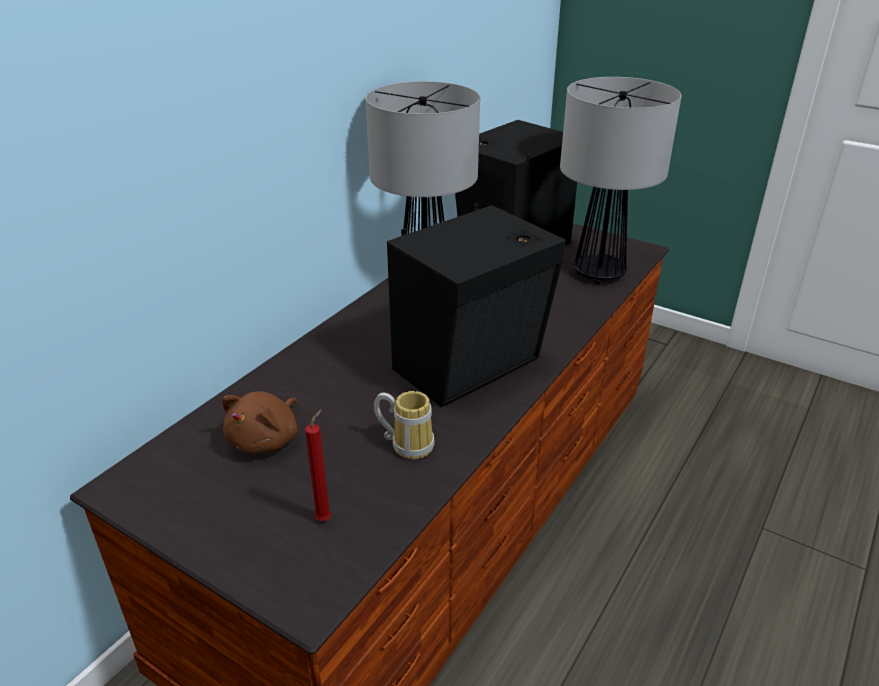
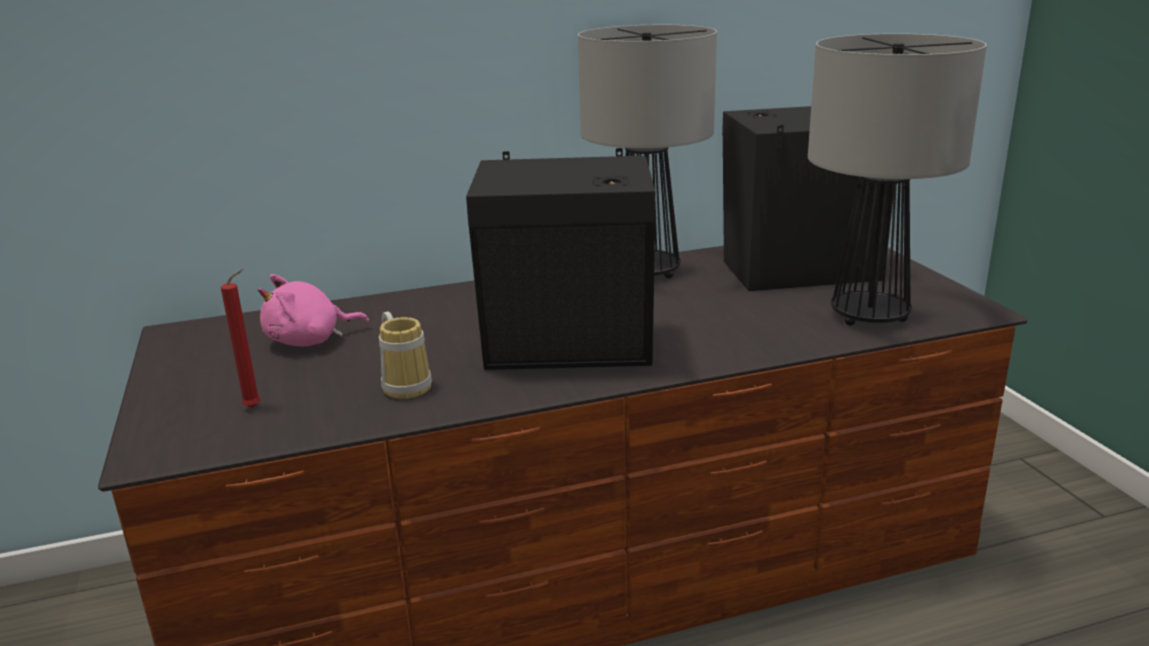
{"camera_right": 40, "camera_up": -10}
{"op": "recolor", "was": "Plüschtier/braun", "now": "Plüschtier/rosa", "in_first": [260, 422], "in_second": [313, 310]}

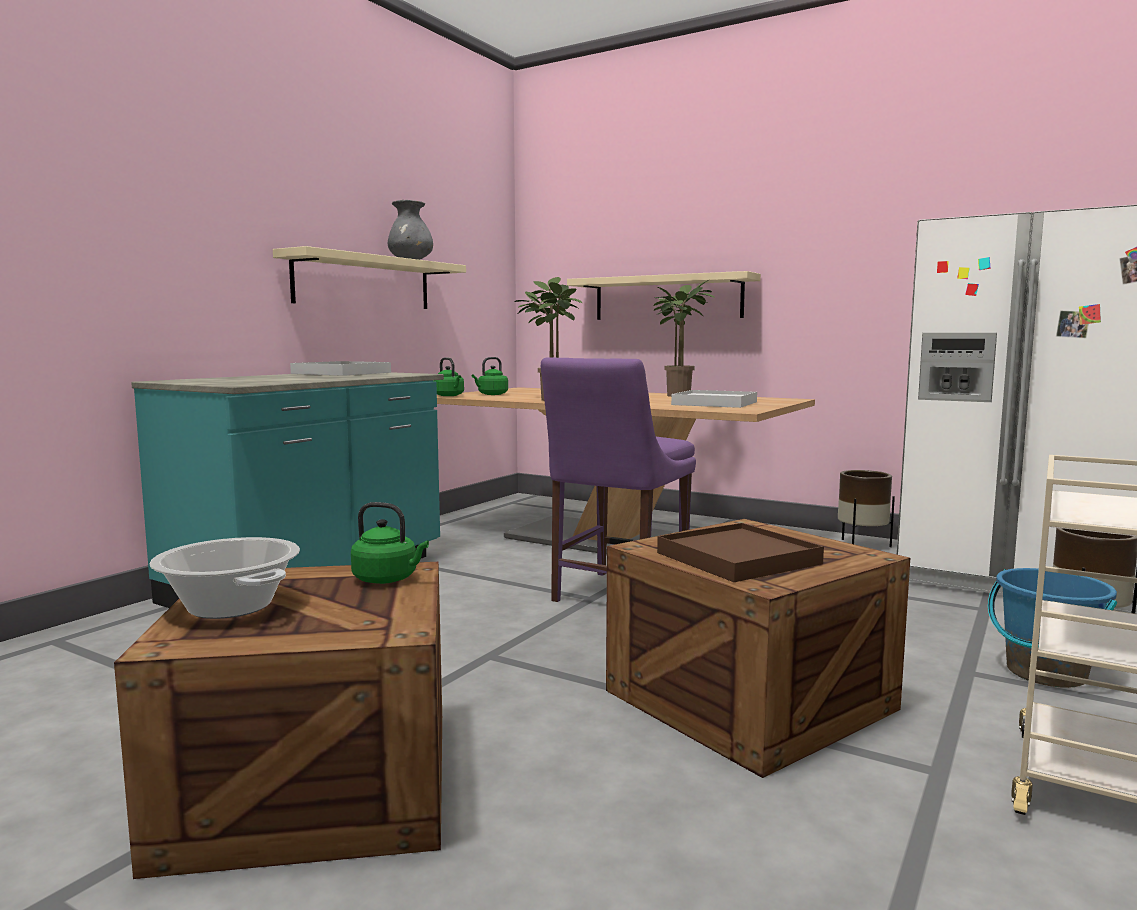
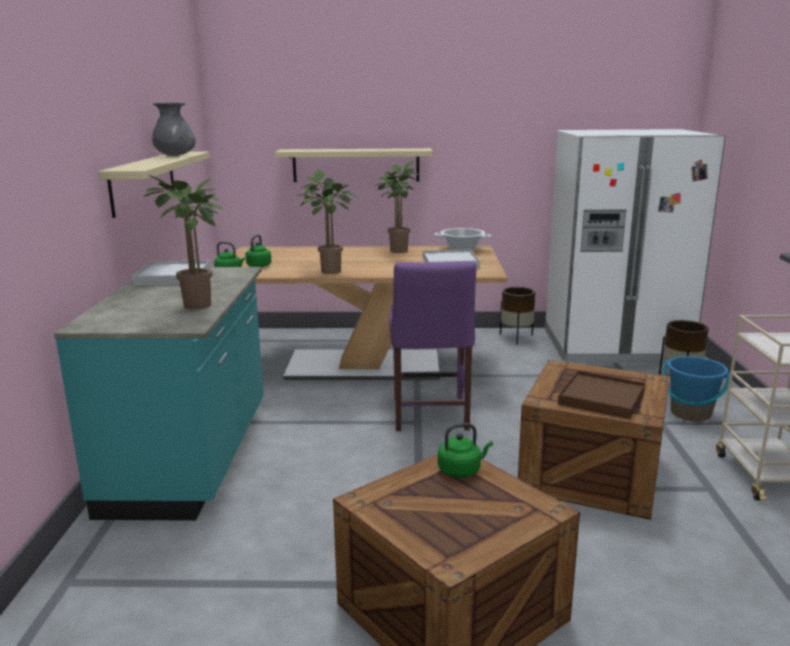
{"camera_right": -30, "camera_up": 10}
{"op": "move", "was": "Kochtopf", "in_first": [224, 578], "in_second": [463, 239]}
{"op": "insert", "now": "Topfpflanze", "in_second": [184, 242]}

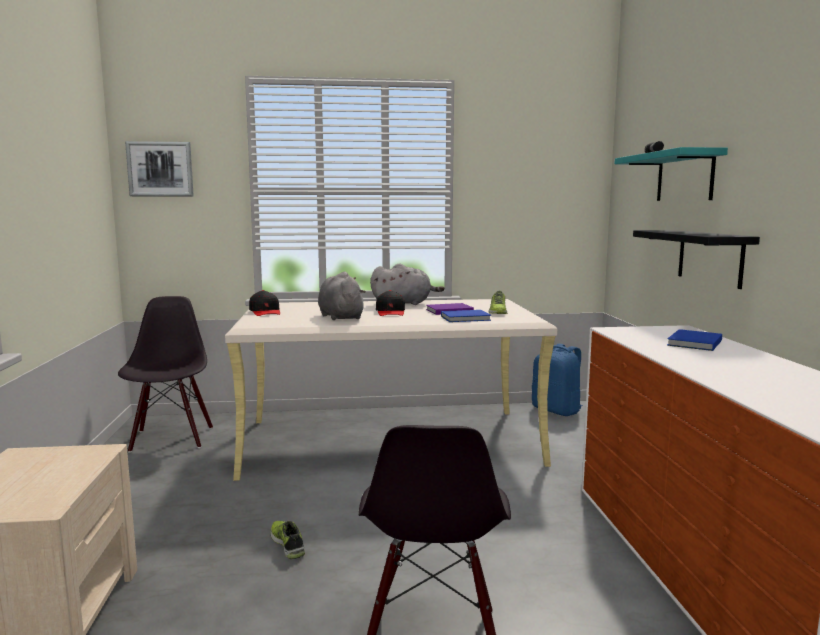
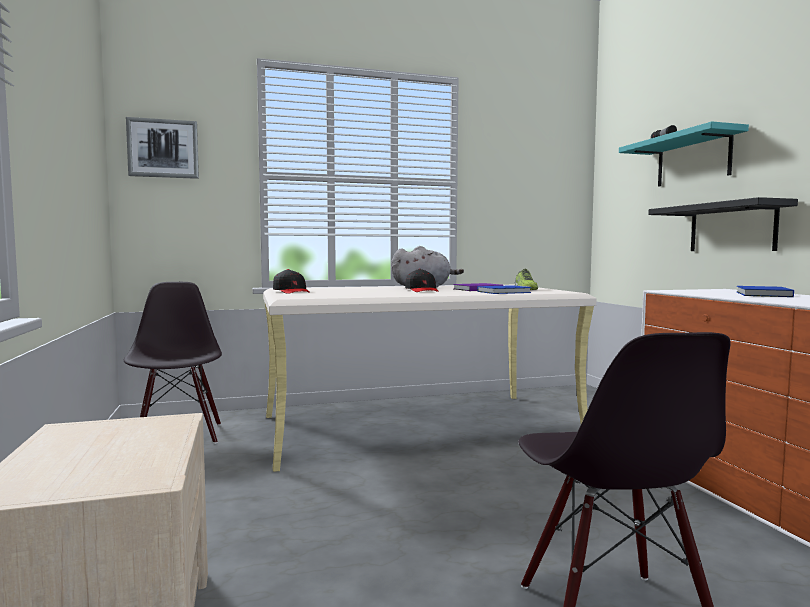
{"camera_right": -10, "camera_up": -5}
{"op": "delete", "was": "Schuh", "in_first": [287, 540]}
{"op": "delete", "was": "Plüschtier/grau", "in_first": [342, 296]}
{"op": "delete", "was": "Rucksack/blau", "in_first": [557, 380]}

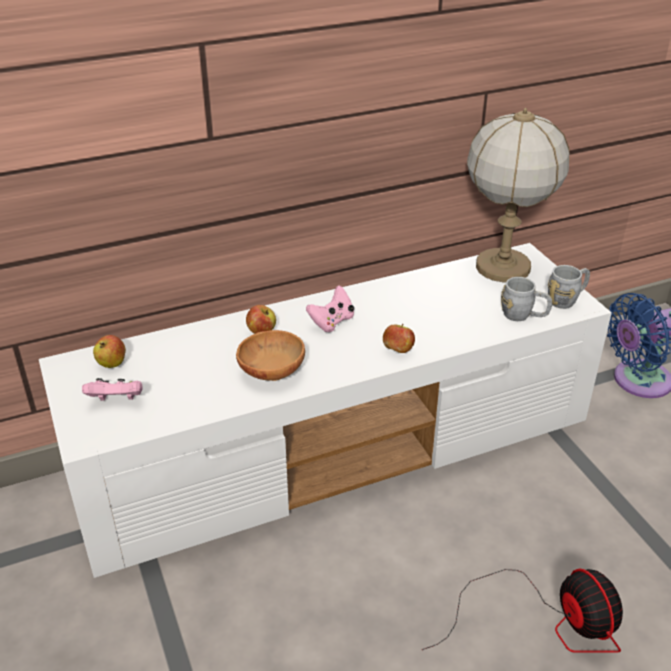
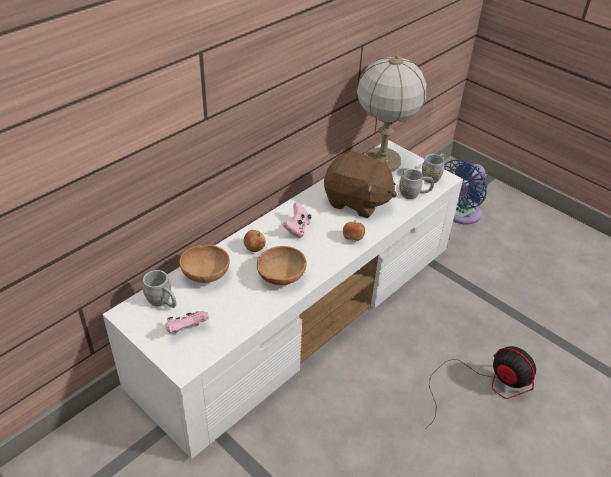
{"camera_right": -25, "camera_up": 5}
{"op": "replace", "was": "Apfel", "now": "Henkelbecher/grau", "in_first": [109, 351], "in_second": [159, 289]}
{"op": "insert", "now": "Schüssel/braun", "in_second": [204, 264]}
{"op": "insert", "now": "Plüschtier/braun", "in_second": [360, 184]}

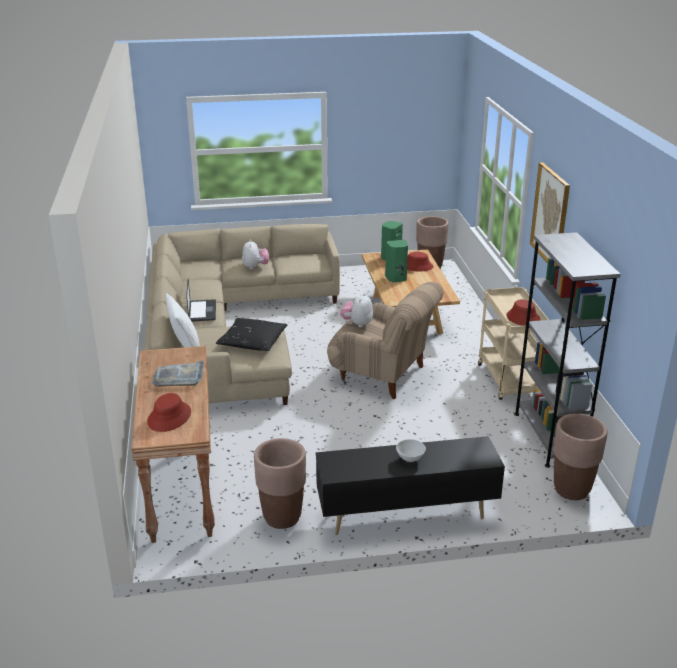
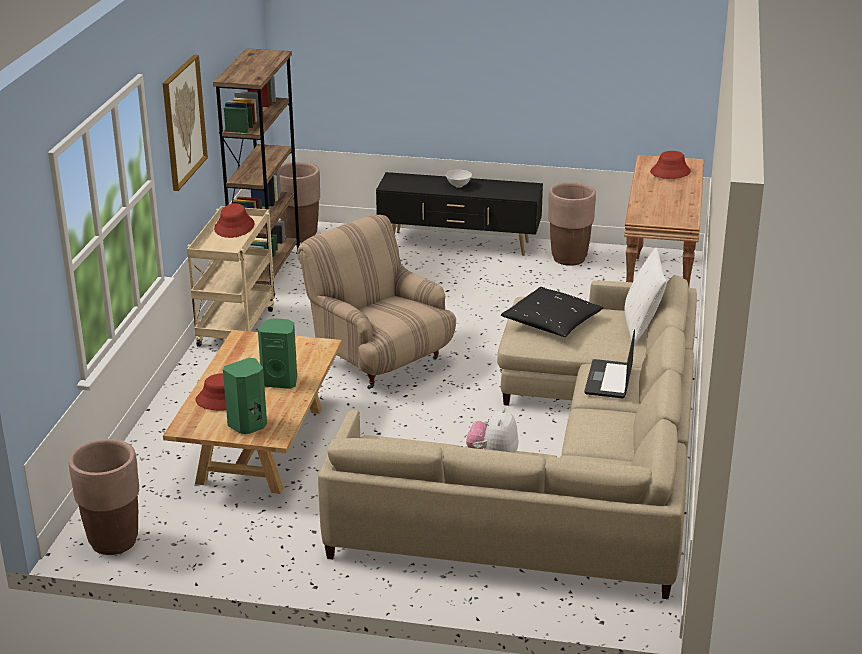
{"camera_right": -160, "camera_up": 0}
{"op": "delete", "was": "Tablett/grau", "in_first": [178, 373]}
{"op": "delete", "was": "Plüschtier", "in_first": [356, 310]}
{"op": "recolor", "was": "Bücherregal/grau", "now": "Bücherregal/braun", "in_first": [567, 350], "in_second": [256, 167]}

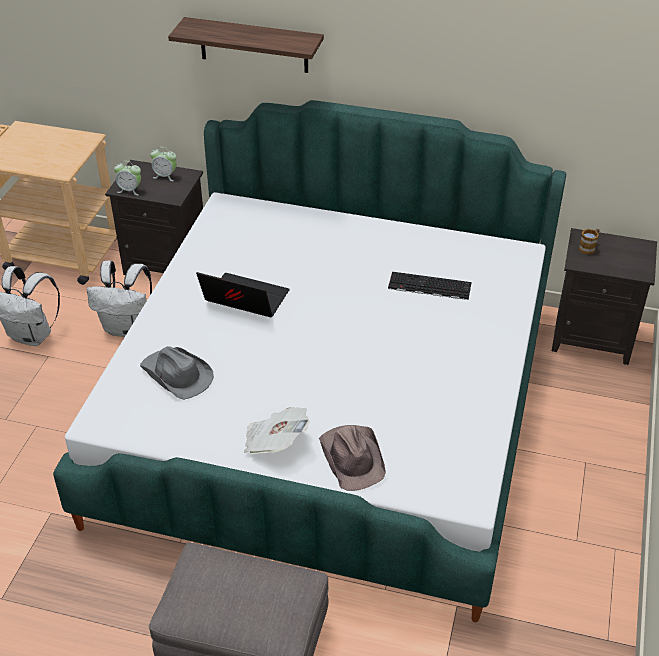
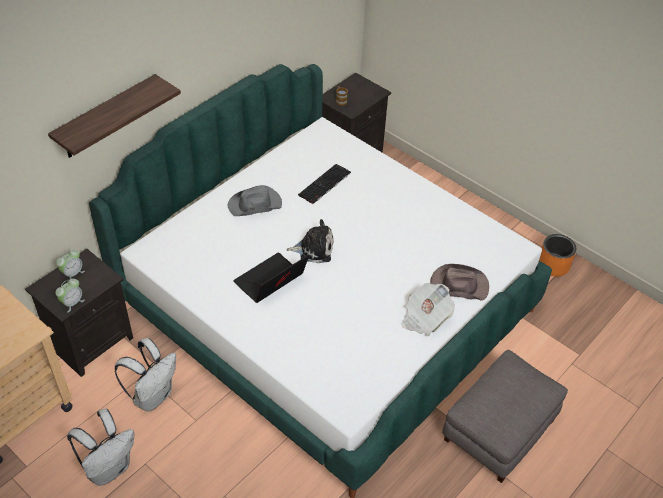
{"camera_right": -65, "camera_up": 5}
{"op": "move", "was": "Hut/grau", "in_first": [177, 373], "in_second": [255, 200]}
{"op": "insert", "now": "Plüschtier", "in_second": [310, 241]}
{"op": "insert", "now": "Pflanzkübel/orange", "in_second": [557, 255]}

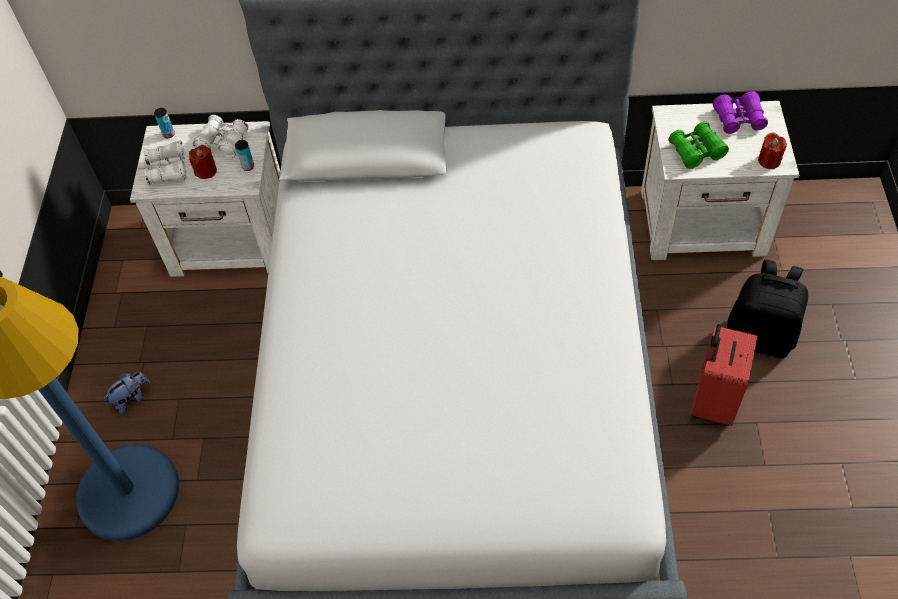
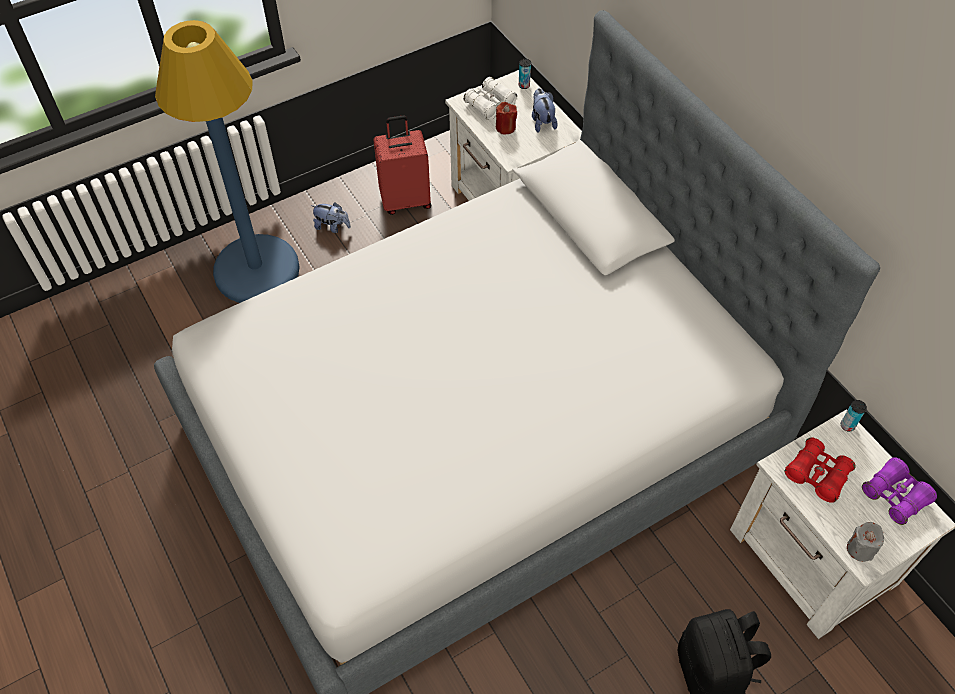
{"camera_right": 55, "camera_up": 0}
{"op": "replace", "was": "Fernglas/weiß", "now": "Plüschtier", "in_first": [221, 136], "in_second": [545, 110]}
{"op": "move", "was": "Dose", "in_first": [244, 155], "in_second": [854, 415]}
{"op": "recolor", "was": "Fernglas/grün", "now": "Fernglas/rot", "in_first": [699, 145], "in_second": [820, 470]}
{"op": "move", "was": "Koffer/rot", "in_first": [724, 375], "in_second": [402, 165]}
{"op": "recolor", "was": "Kerze/rot", "now": "Kerze/grau", "in_first": [772, 150], "in_second": [865, 542]}

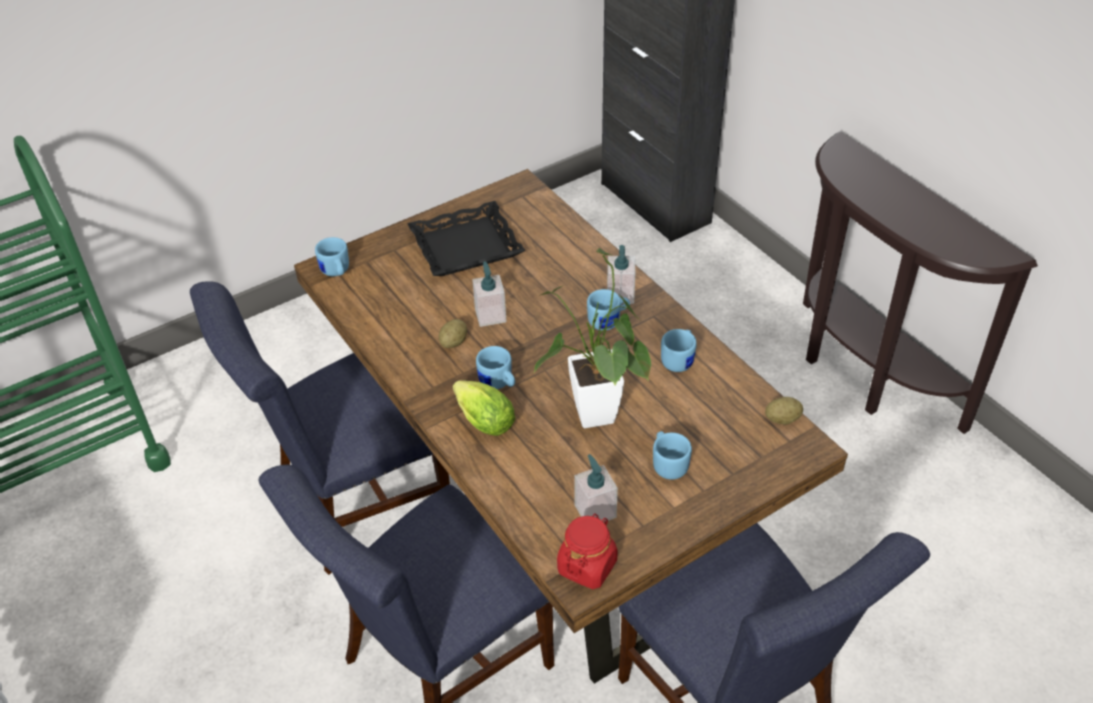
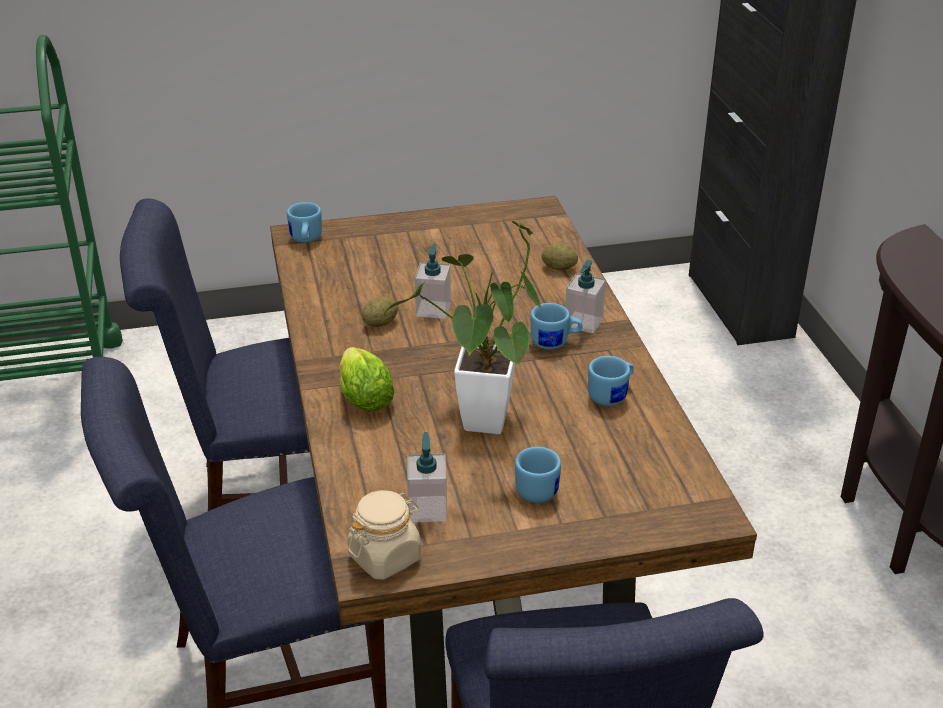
{"camera_right": 20, "camera_up": -10}
{"op": "delete", "was": "Tablett/schwarz", "in_first": [466, 238]}
{"op": "delete", "was": "Henkelbecher/blau", "in_first": [495, 367]}
{"op": "recolor", "was": "Vorratsglas/rot", "now": "Vorratsglas/beige", "in_first": [587, 551], "in_second": [384, 535]}
{"op": "move", "was": "Kartoffel", "in_first": [784, 411], "in_second": [559, 256]}

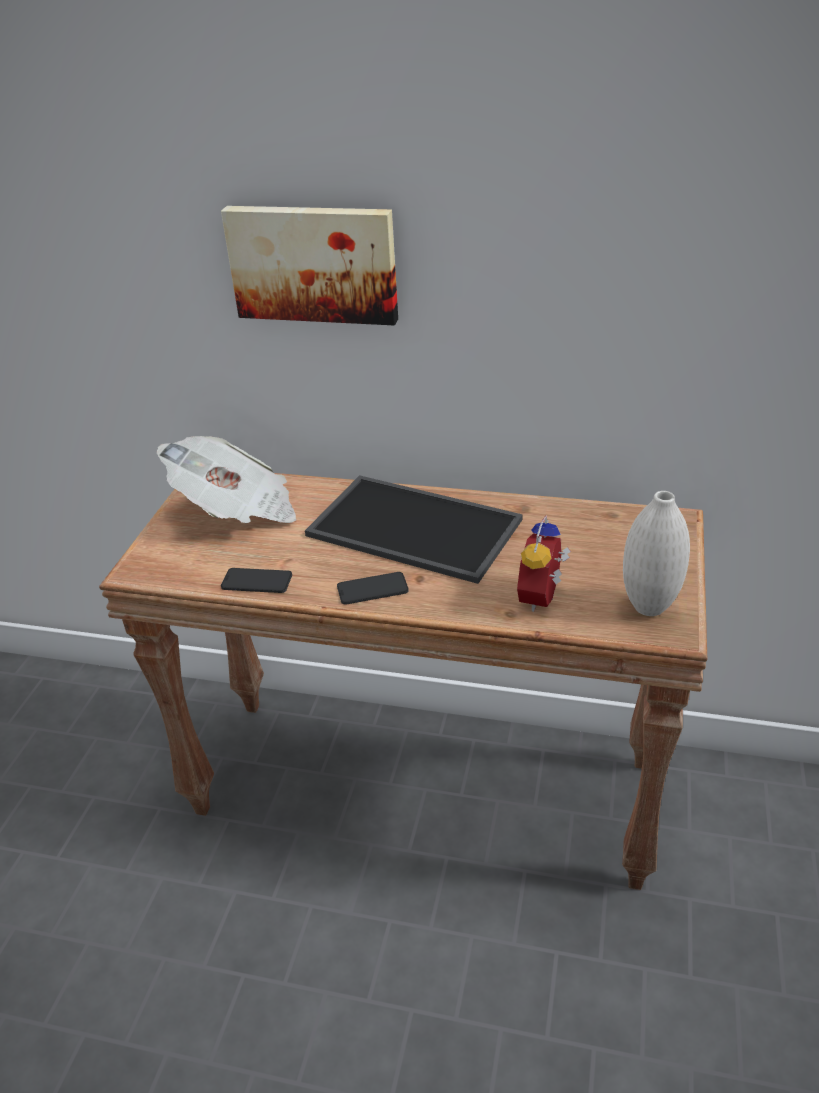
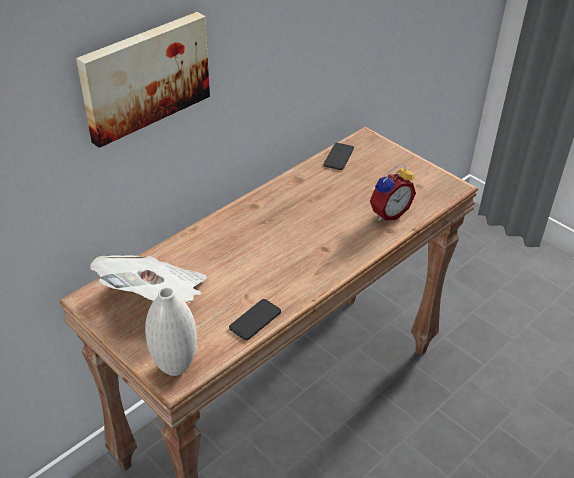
{"camera_right": -60, "camera_up": 5}
{"op": "delete", "was": "Tablett", "in_first": [414, 529]}
{"op": "move", "was": "Handy", "in_first": [373, 588], "in_second": [339, 156]}
{"op": "rotate", "was": "Wecker", "in_first": [544, 564], "in_second": [393, 192], "clockwise": -90}
{"op": "move", "was": "Vase/weiß", "in_first": [656, 553], "in_second": [171, 332]}

